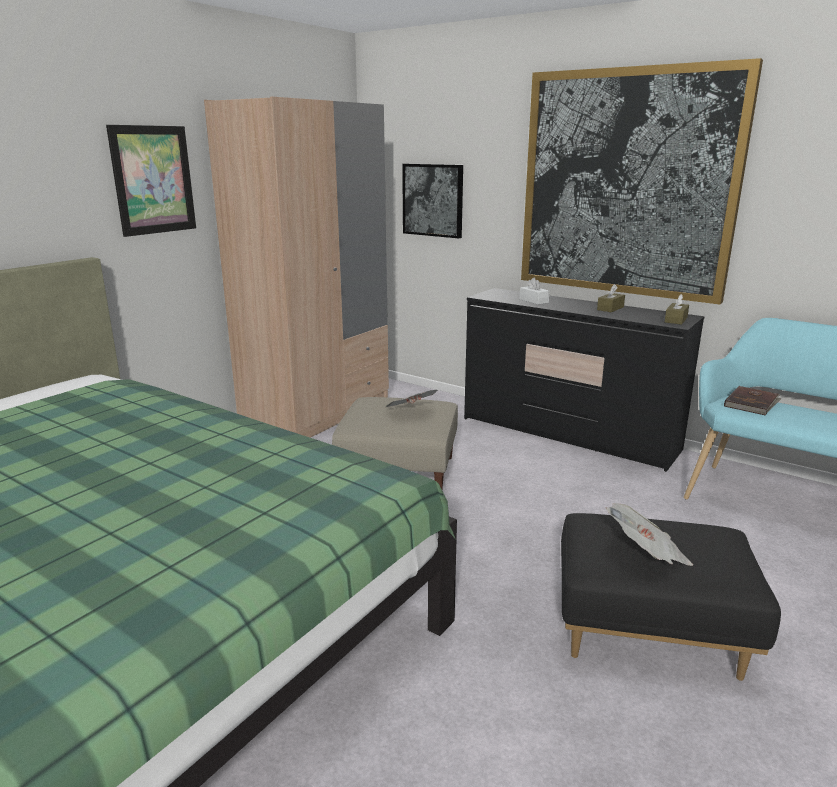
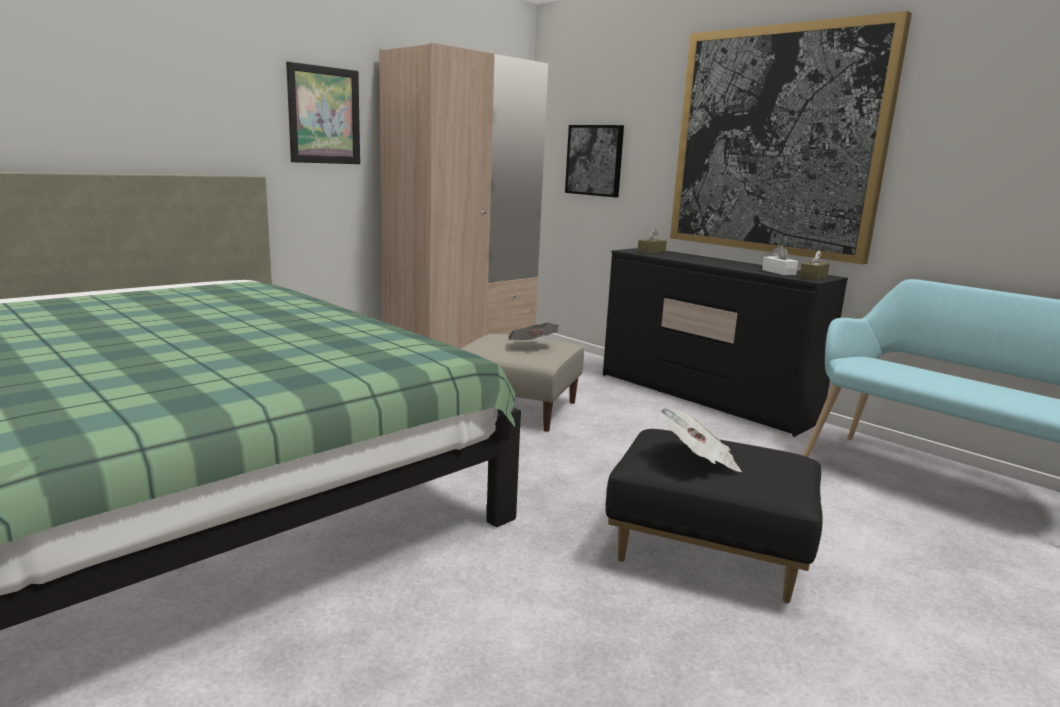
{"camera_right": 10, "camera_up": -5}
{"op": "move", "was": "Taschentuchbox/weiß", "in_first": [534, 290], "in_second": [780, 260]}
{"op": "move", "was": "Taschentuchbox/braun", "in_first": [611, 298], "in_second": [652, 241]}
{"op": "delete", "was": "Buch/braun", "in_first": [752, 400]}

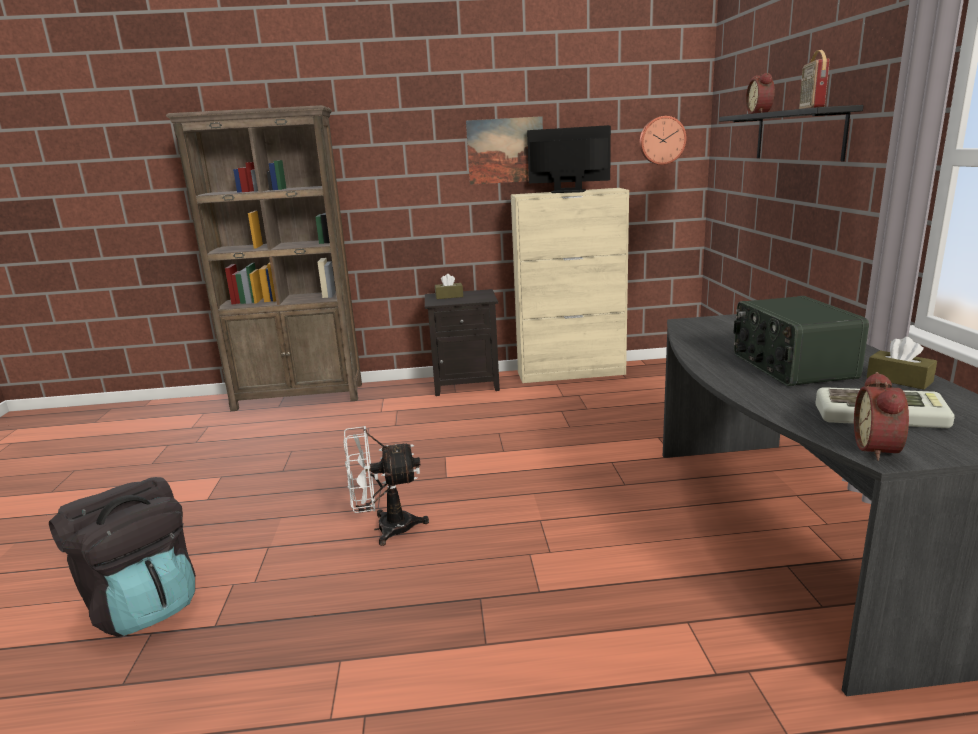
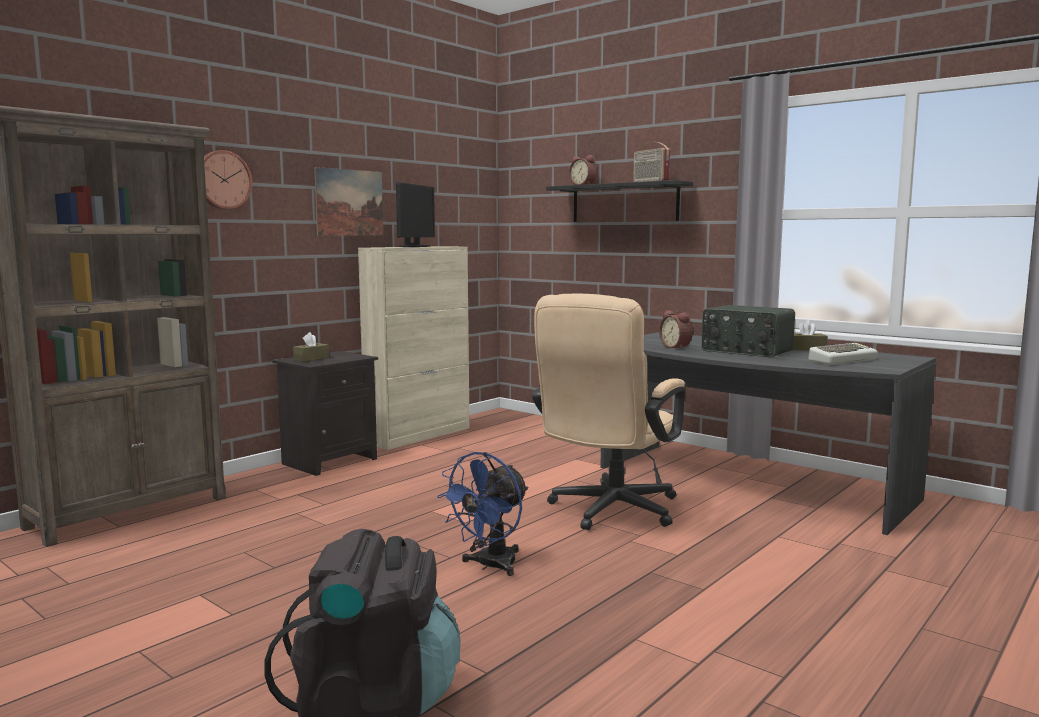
{"camera_right": -45, "camera_up": -10}
{"op": "recolor", "was": "Ventilator/weiß", "now": "Ventilator/blau", "in_first": [386, 486], "in_second": [482, 514]}
{"op": "rotate", "was": "Monitor", "in_first": [569, 159], "in_second": [415, 214], "clockwise": 135}
{"op": "move", "was": "Wanduhr", "in_first": [663, 140], "in_second": [228, 179]}
{"op": "move", "was": "Wecker", "in_first": [881, 416], "in_second": [676, 330]}
{"op": "insert", "now": "Bürostuhl/beige", "in_second": [609, 412]}

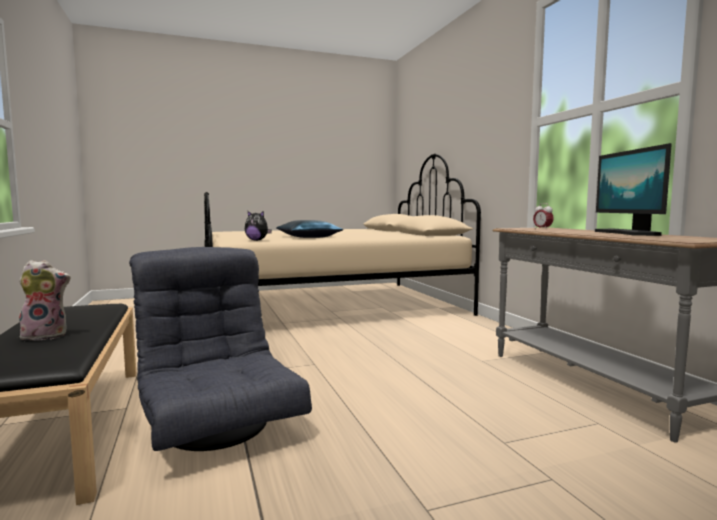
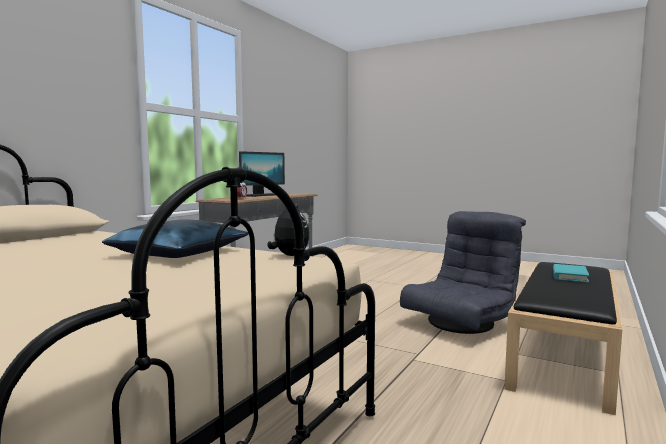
{"camera_right": -130, "camera_up": 0}
{"op": "replace", "was": "Plüschtier", "now": "Buch/türkis", "in_first": [43, 300], "in_second": [571, 273]}
{"op": "rotate", "was": "Sessel/grau", "in_first": [220, 349], "in_second": [463, 272], "clockwise": -150}

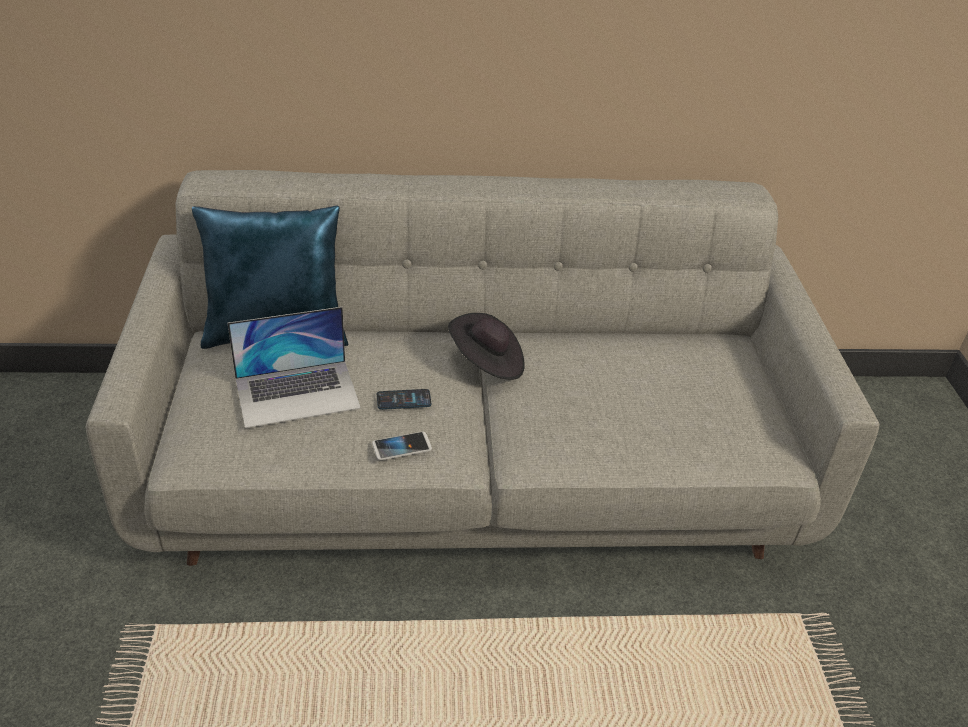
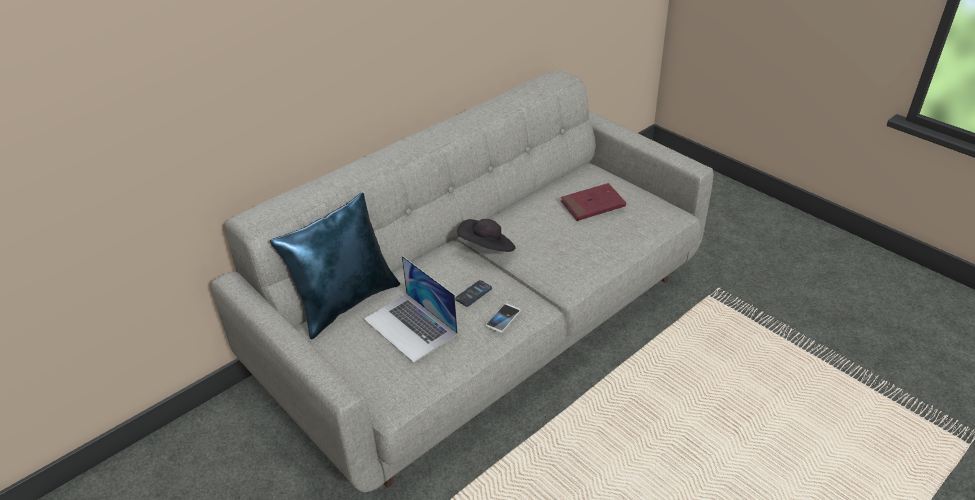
{"camera_right": -35, "camera_up": 0}
{"op": "rotate", "was": "Laptop", "in_first": [294, 367], "in_second": [411, 309], "clockwise": 105}
{"op": "insert", "now": "Buch/rot", "in_second": [593, 202]}

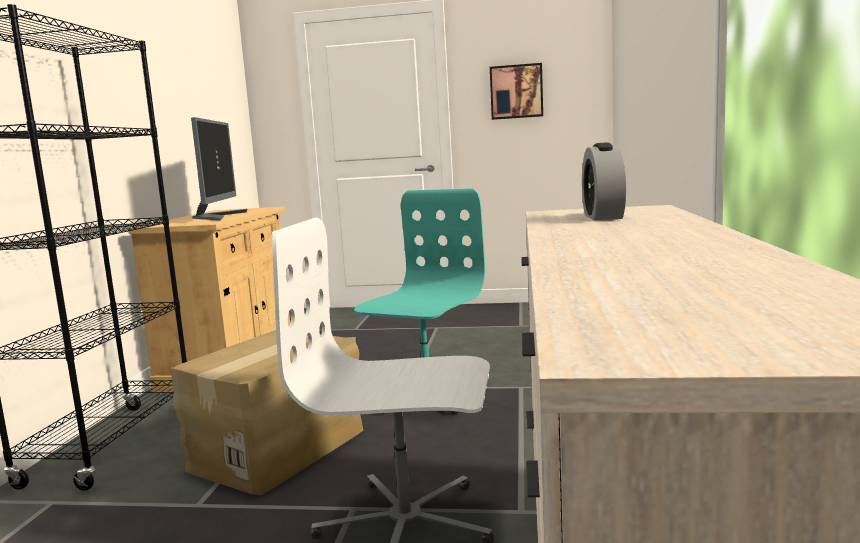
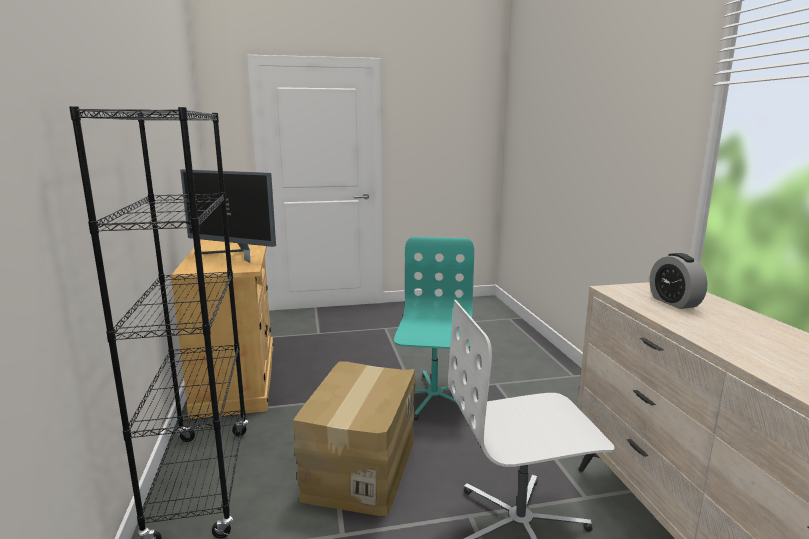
{"camera_right": -20, "camera_up": 5}
{"op": "rotate", "was": "Monitor", "in_first": [219, 169], "in_second": [228, 216], "clockwise": 135}
{"op": "delete", "was": "Bild", "in_first": [516, 91]}

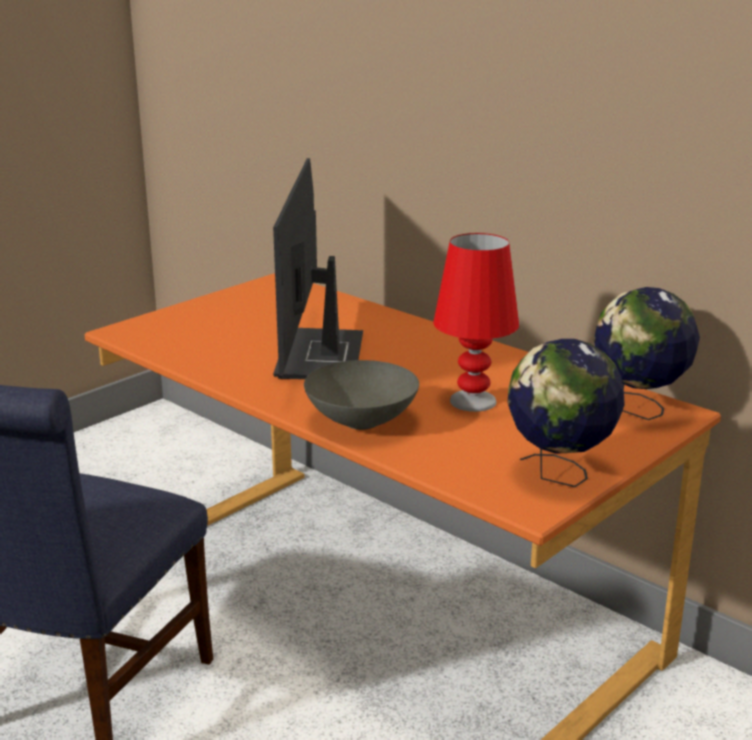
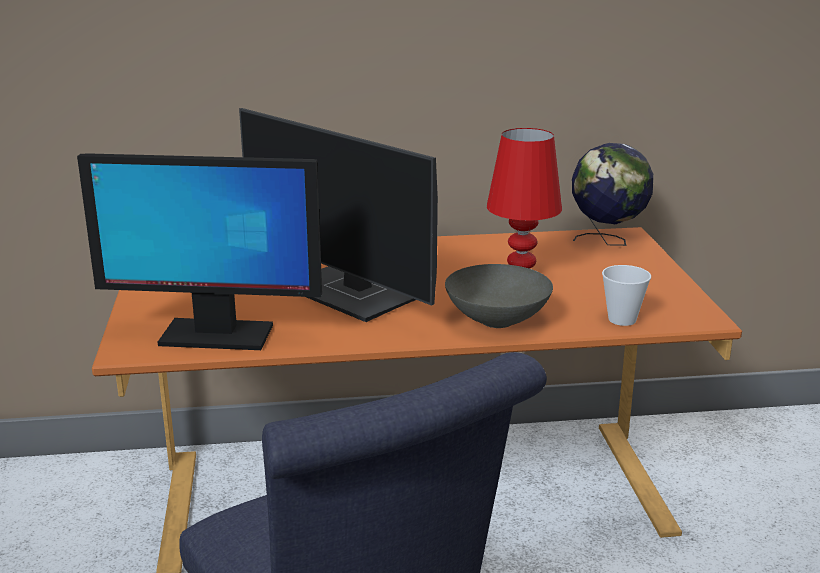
{"camera_right": -50, "camera_up": 0}
{"op": "delete", "was": "Globus", "in_first": [566, 413]}
{"op": "insert", "now": "Monitor", "in_second": [199, 251]}
{"op": "insert", "now": "Tasse", "in_second": [626, 295]}

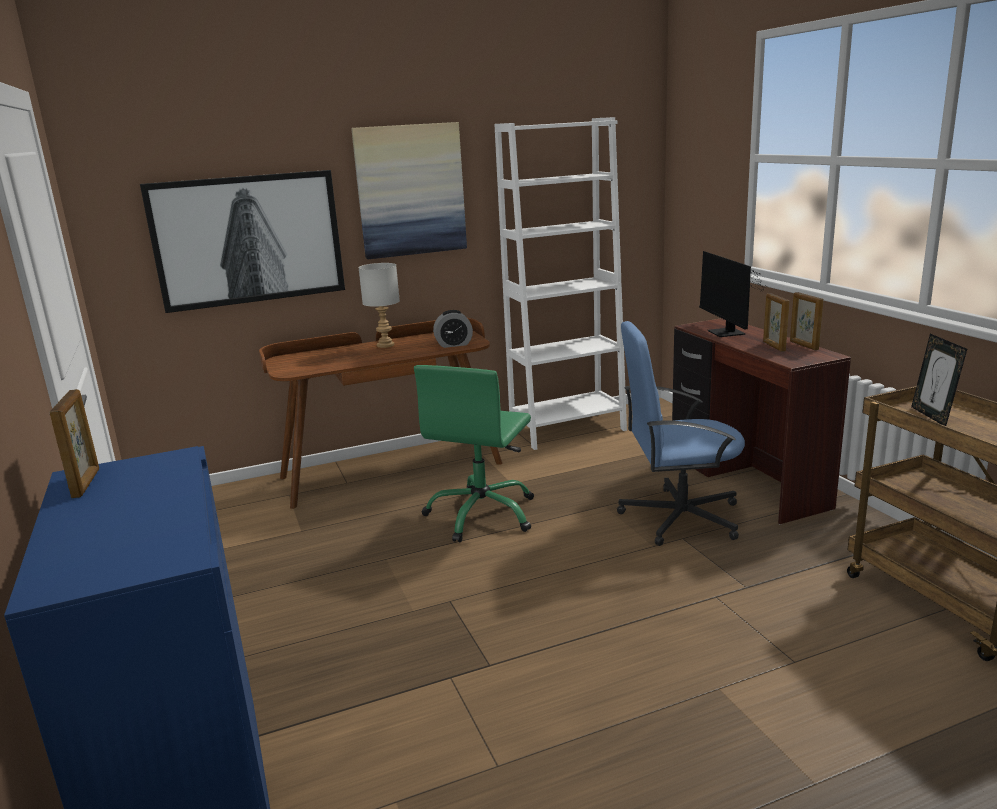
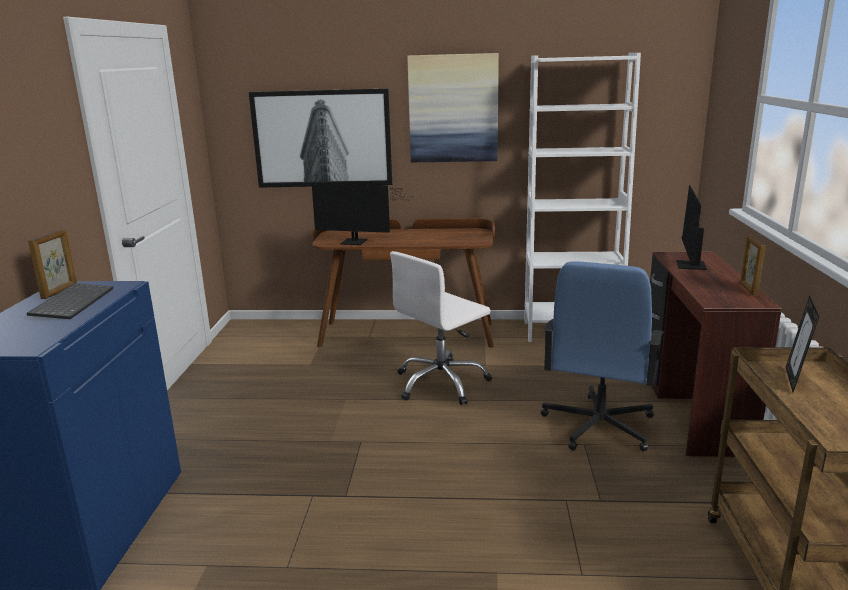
{"camera_right": 25, "camera_up": 0}
{"op": "delete", "was": "Tischlampe/grau", "in_first": [379, 305]}
{"op": "recolor", "was": "Bürostuhl/grün", "now": "Bürostuhl/weiß", "in_first": [474, 453], "in_second": [441, 328]}
{"op": "delete", "was": "Wecker", "in_first": [453, 329]}
{"op": "rotate", "was": "Bürostuhl/blau", "in_first": [681, 433], "in_second": [602, 356], "clockwise": -90}
{"op": "delete", "was": "Bilderrahmen", "in_first": [776, 322]}
{"op": "insert", "now": "Tastatur", "in_second": [70, 301]}
{"op": "insert", "now": "Monitor", "in_second": [360, 214]}

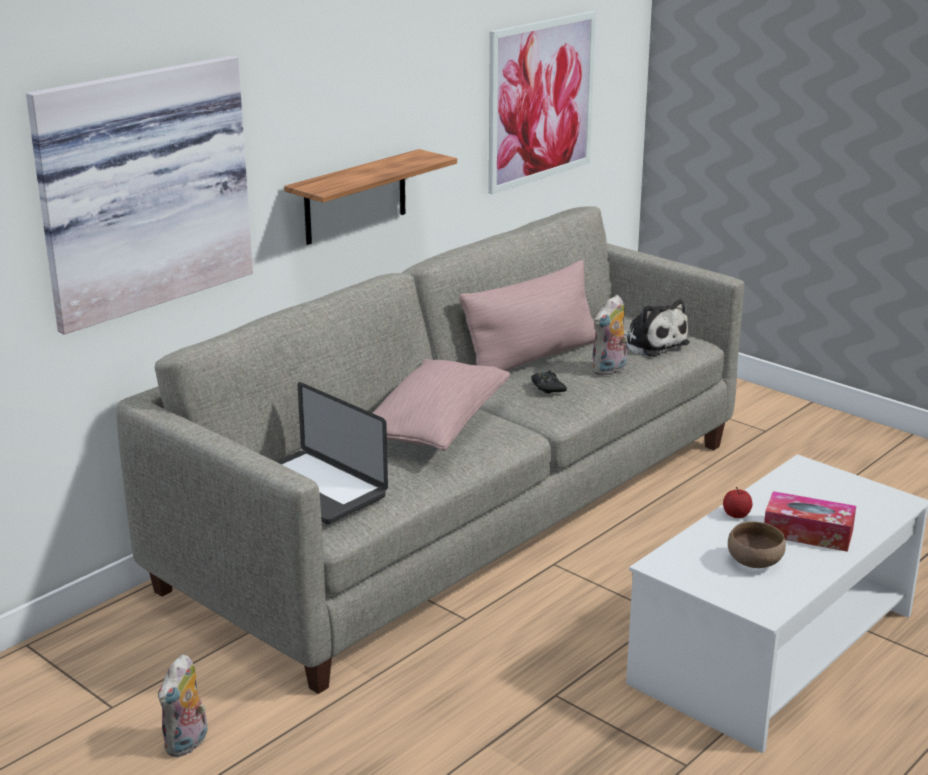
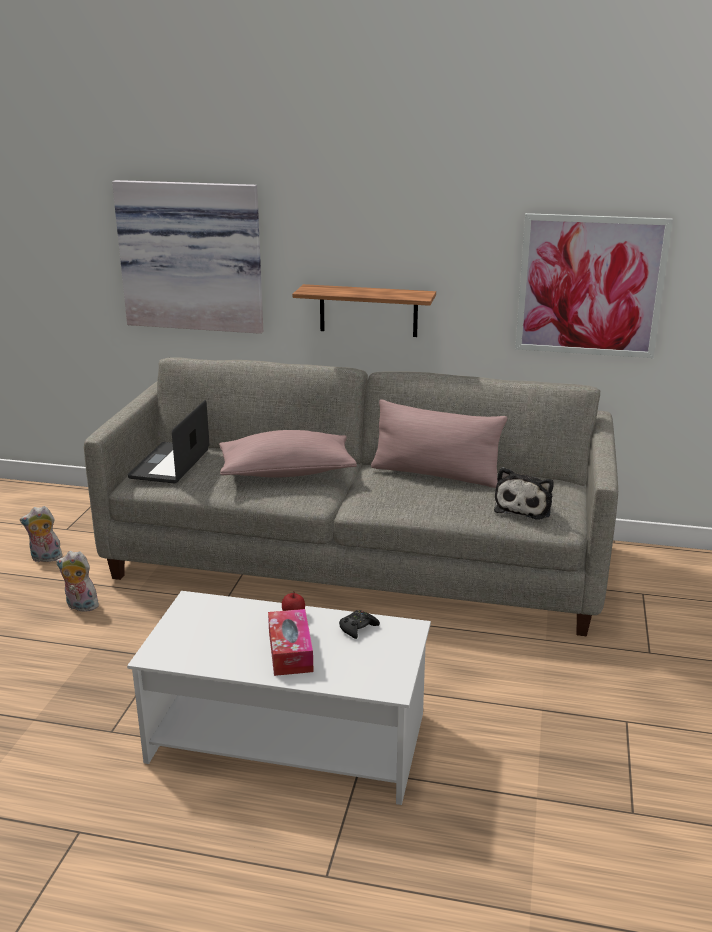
{"camera_right": 60, "camera_up": 0}
{"op": "move", "was": "Gamepad/schwarz", "in_first": [549, 382], "in_second": [359, 624]}
{"op": "move", "was": "Plüschtier", "in_first": [609, 335], "in_second": [77, 581]}
{"op": "delete", "was": "Schüssel/braun", "in_first": [757, 544]}

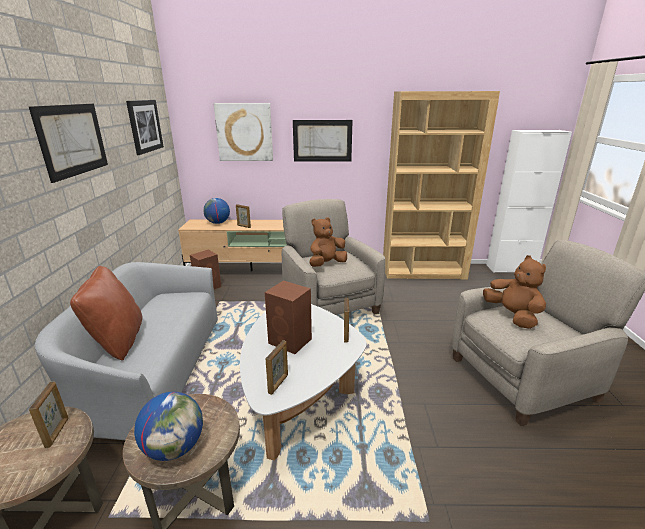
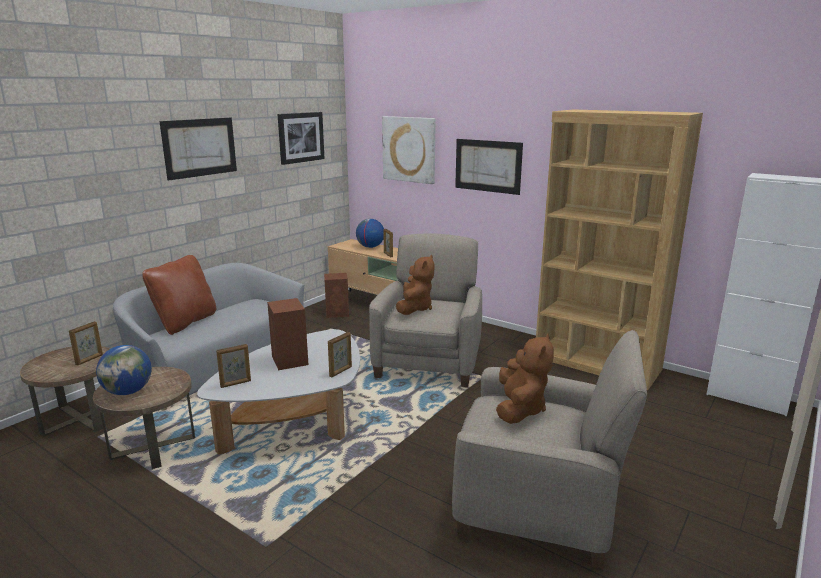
{"camera_right": 35, "camera_up": -5}
{"op": "rotate", "was": "Plüschtier/braun", "in_first": [328, 242], "in_second": [415, 285], "clockwise": 105}

